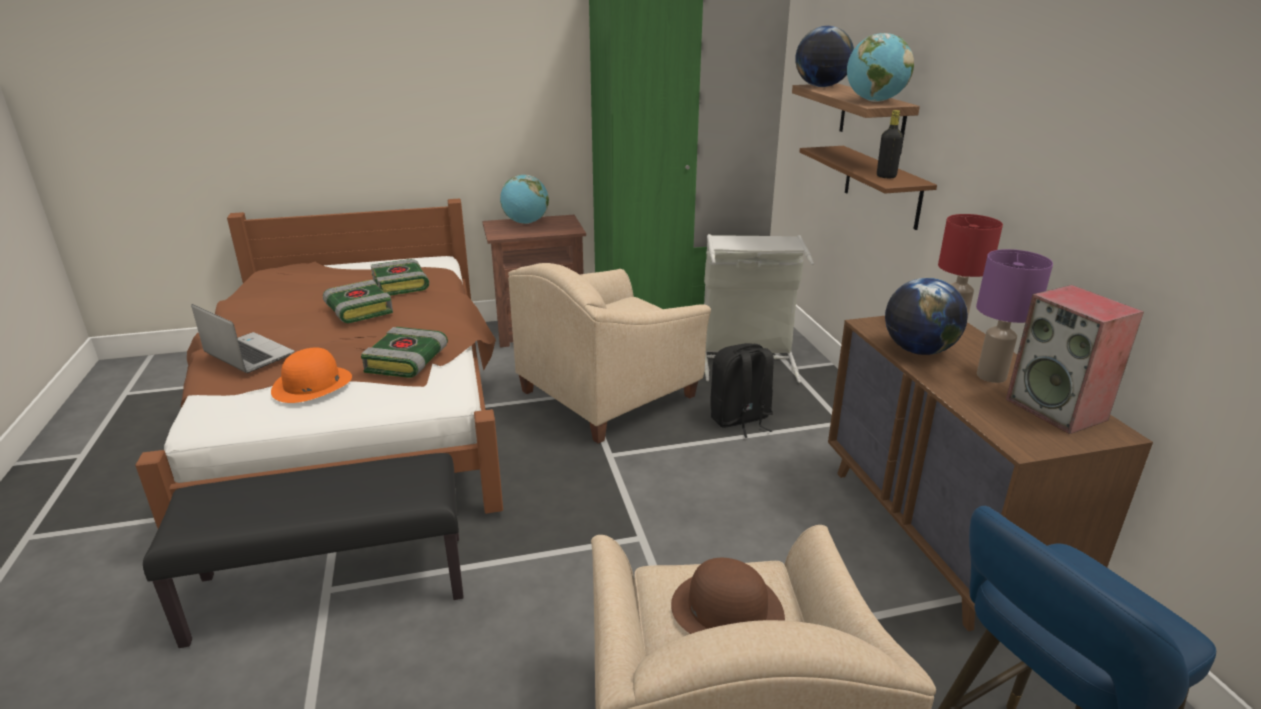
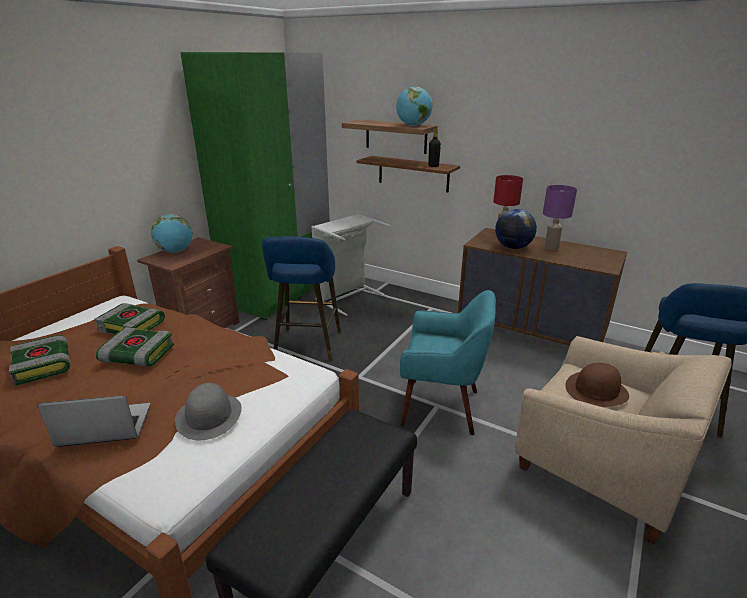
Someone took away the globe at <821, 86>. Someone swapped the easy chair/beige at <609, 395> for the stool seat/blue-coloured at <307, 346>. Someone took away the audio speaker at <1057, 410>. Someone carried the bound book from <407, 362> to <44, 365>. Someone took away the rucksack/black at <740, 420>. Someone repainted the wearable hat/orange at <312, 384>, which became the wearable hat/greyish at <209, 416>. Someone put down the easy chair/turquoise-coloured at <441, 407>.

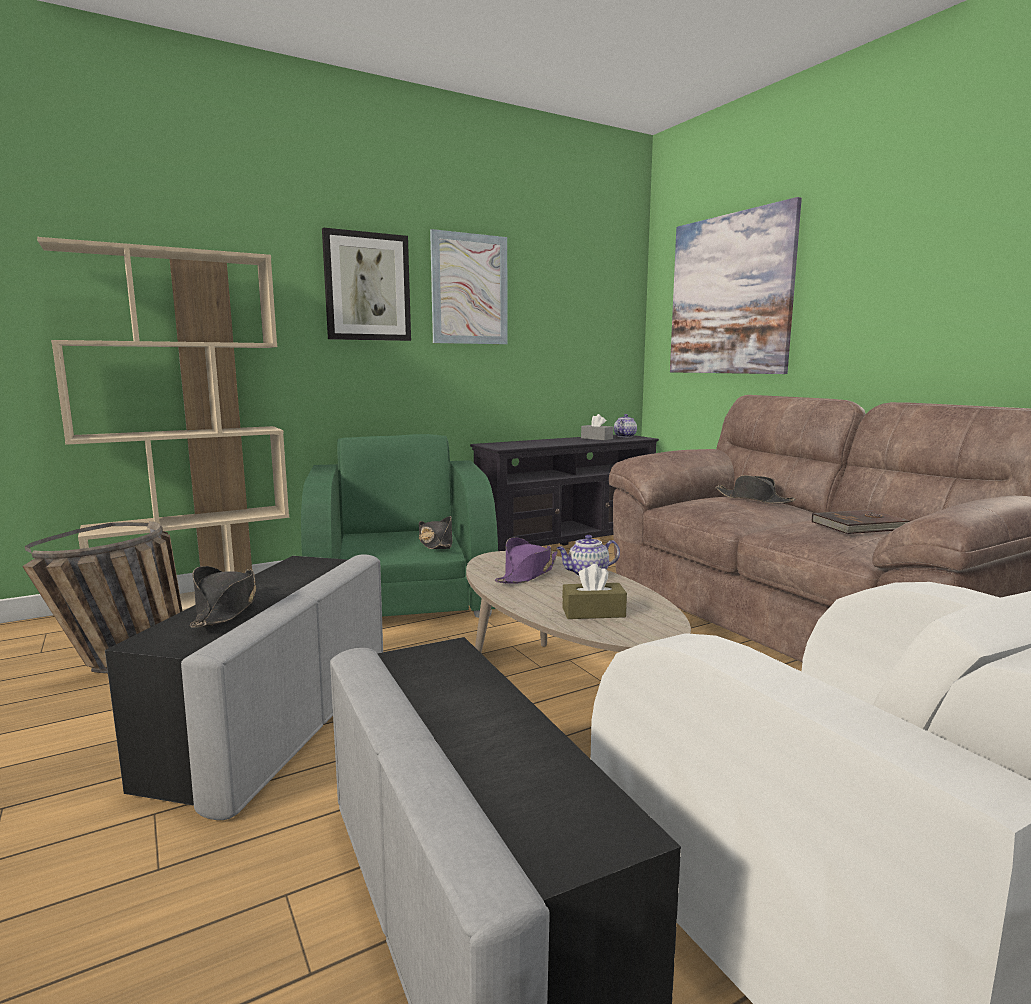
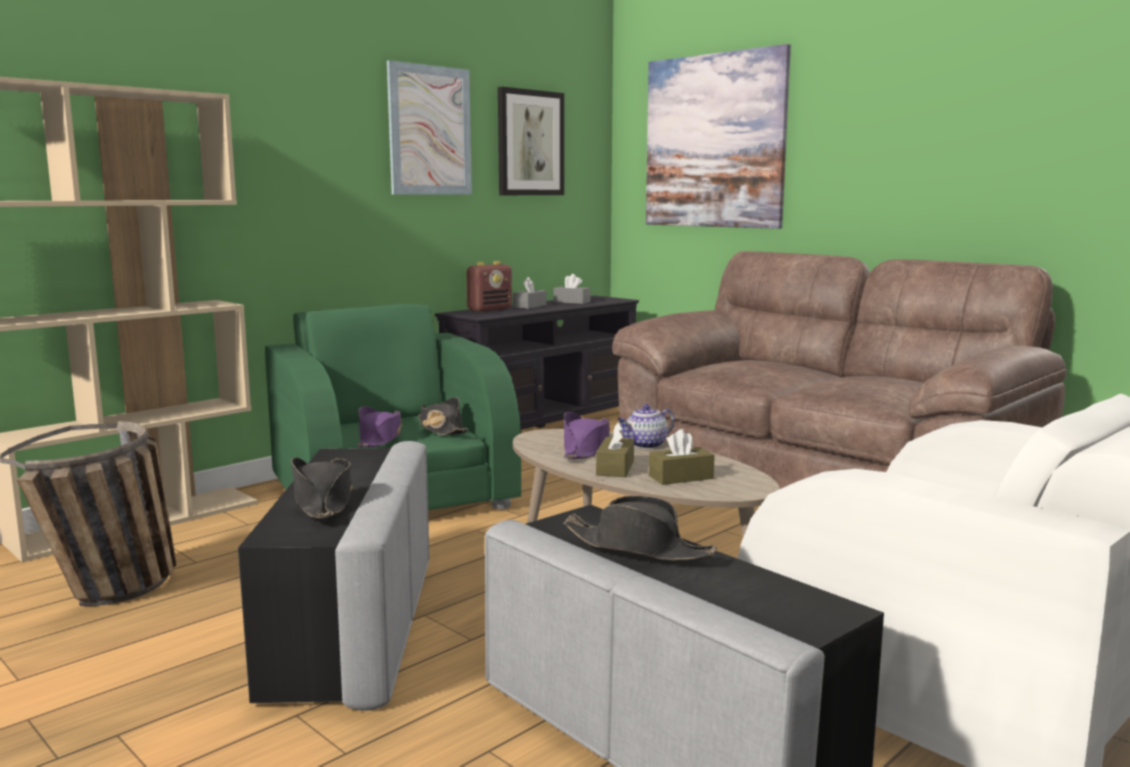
Someone carried the wall picture from <367, 287> to <530, 143>. Someone took away the teapot at <625, 436>. Someone carried the wearable hat/black from <754, 499> to <638, 547>. Someone took away the bound book/brown at <861, 526>. Someone put down the radio set at <490, 310>. Someone put down the box of tissues/greyish at <529, 306>. Someone put down the wearable hat/purple at <380, 438>. Someone put down the box of tissues/brown at <615, 468>.

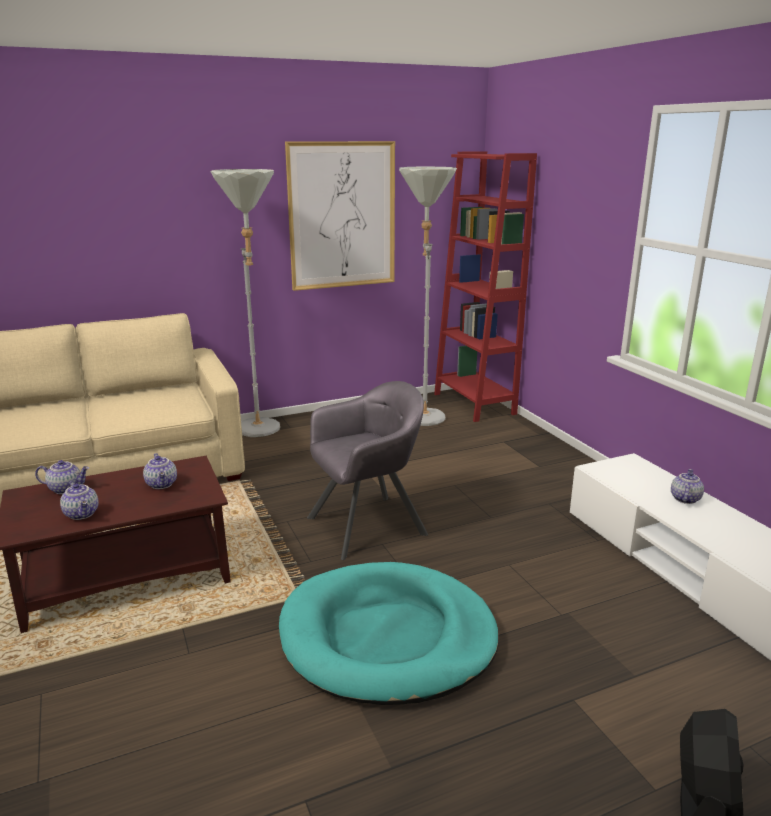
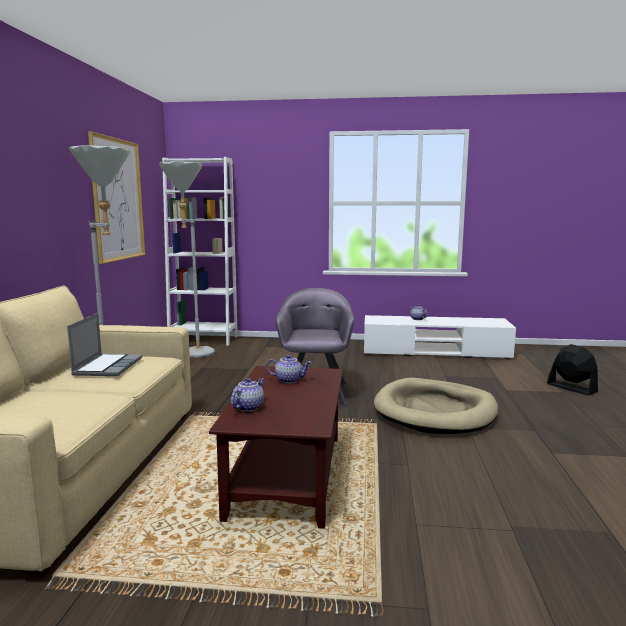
Someone repainted the bookshelf/reddish at <474, 404>, which became the bookshelf/white-coloured at <203, 340>. Someone took away the teapot at <82, 514>. Someone repainted the dog bed/turquoise-coloured at <388, 637>, which became the dog bed/beige at <435, 411>. Someone put down the laptop at <107, 366>.

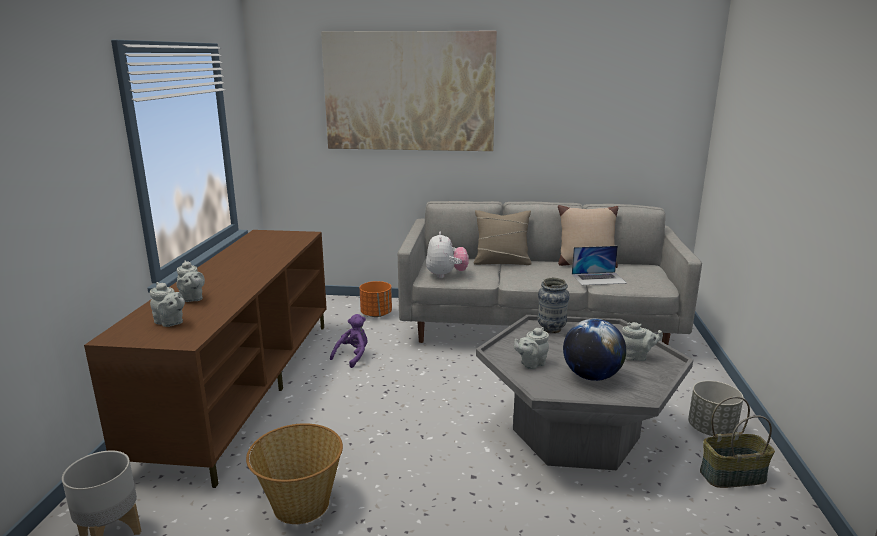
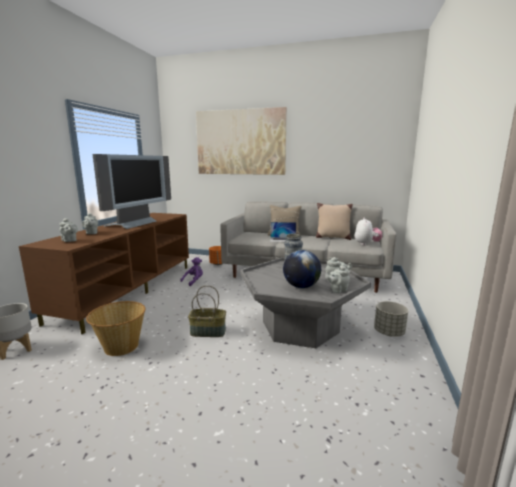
Someone carried the plush toy from <446, 275> to <366, 244>. Someone carried the laptop from <598, 278> to <283, 239>. Someone carried the teapot/greyish from <531, 364> to <337, 290>. Someone carried the basket from <732, 475> to <208, 332>. Someone put down the TV set at <134, 224>.

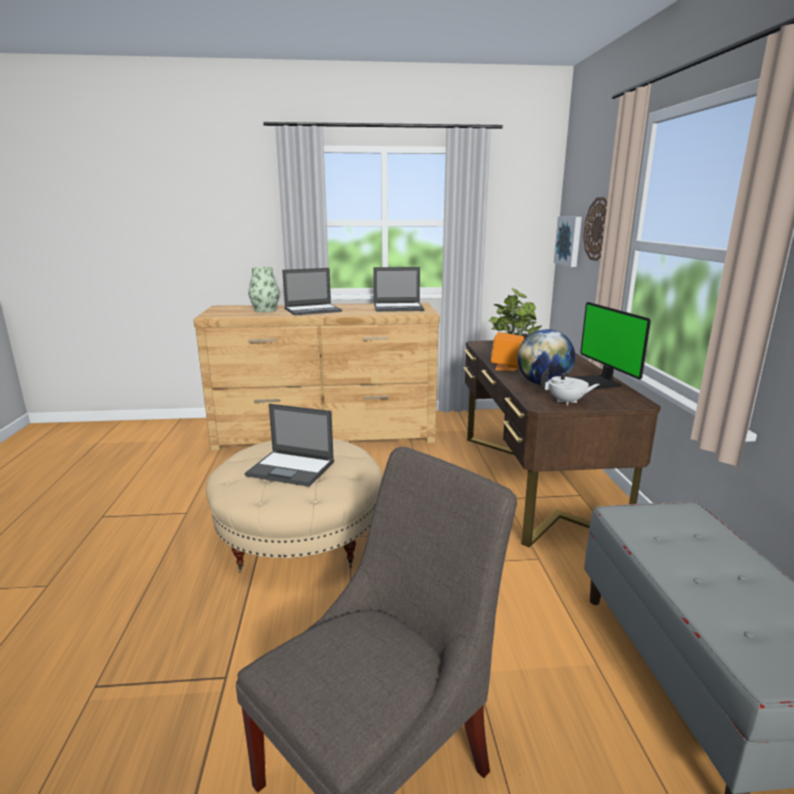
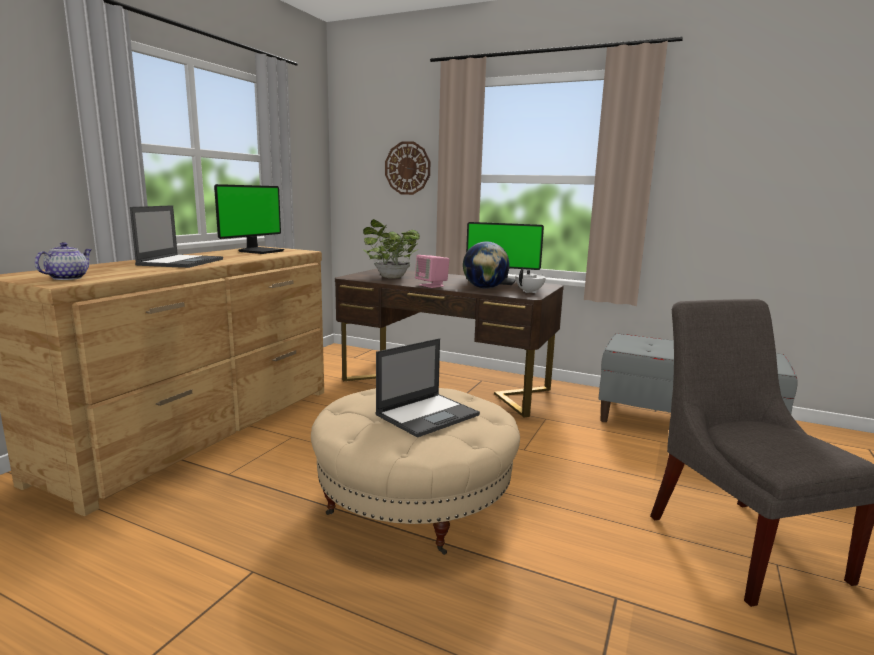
Someone took away the wall picture at <569, 241>. Someone took away the flower vase at <265, 310>. Someone swapped the laptop at <399, 307> for the computer screen at <260, 251>. Someone repainted the audio speaker/orange at <506, 368>, which became the audio speaker/pink at <432, 285>. Someone put down the teapot at <68, 278>.

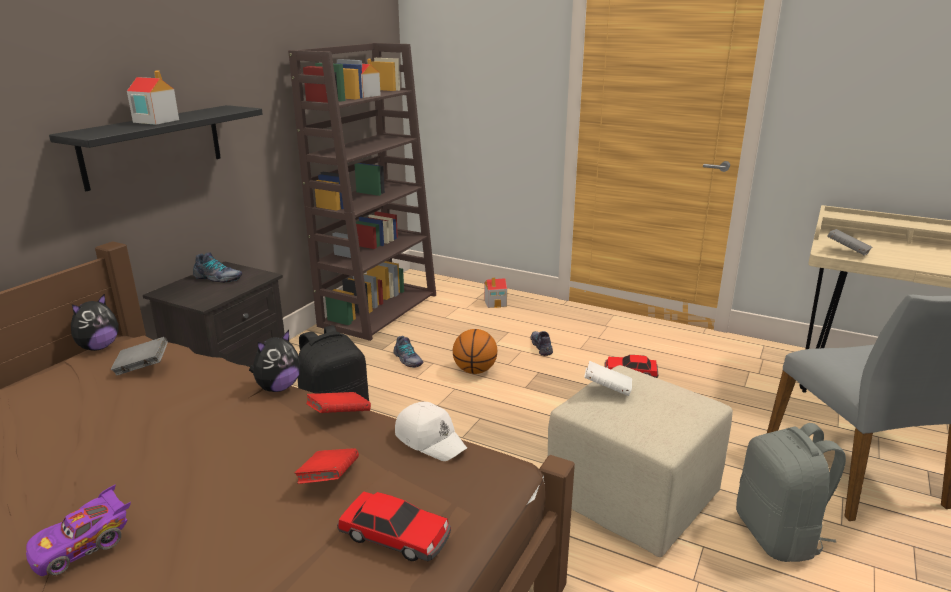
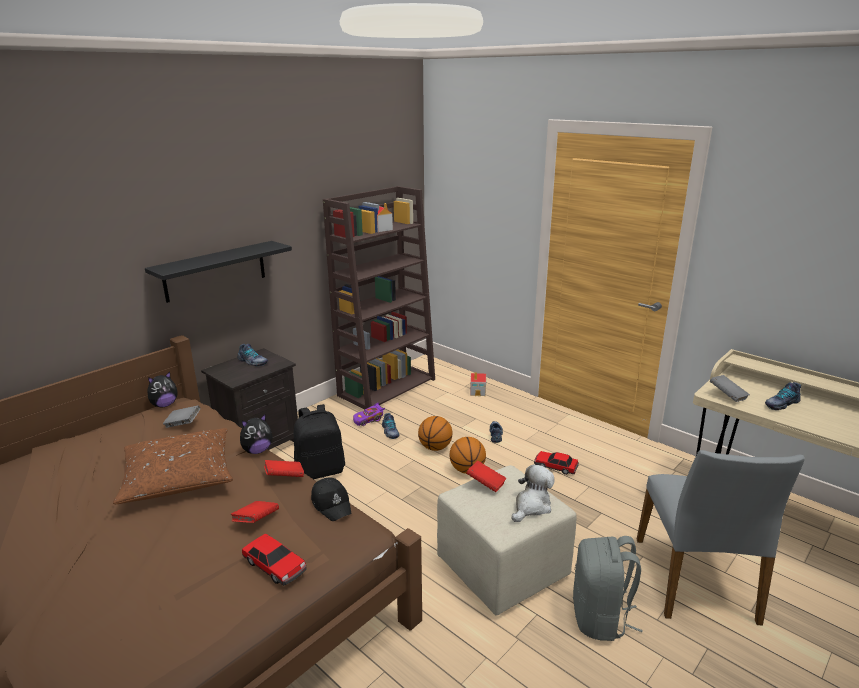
Someone took away the toy house at <155, 121>. Someone repainted the bound book/white-coloured at <607, 389>, which became the bound book/reddish at <486, 484>. Someone repainted the baseball cap/white-coloured at <430, 439>, which became the baseball cap/black at <332, 504>. Someone carried the model car/purple from <83, 546> to <368, 420>. Someone put down the shoe at <781, 404>. Someone put down the pillow/brown at <178, 476>. Someone put down the ball for basketball at <467, 470>. Someone put down the plush toy at <531, 506>.

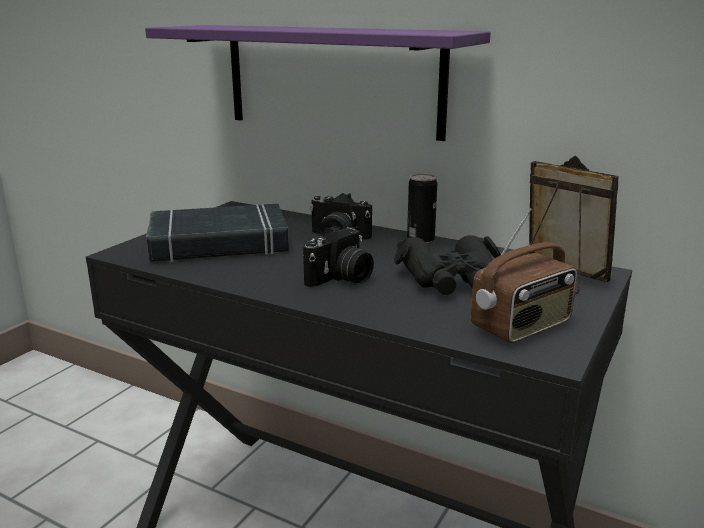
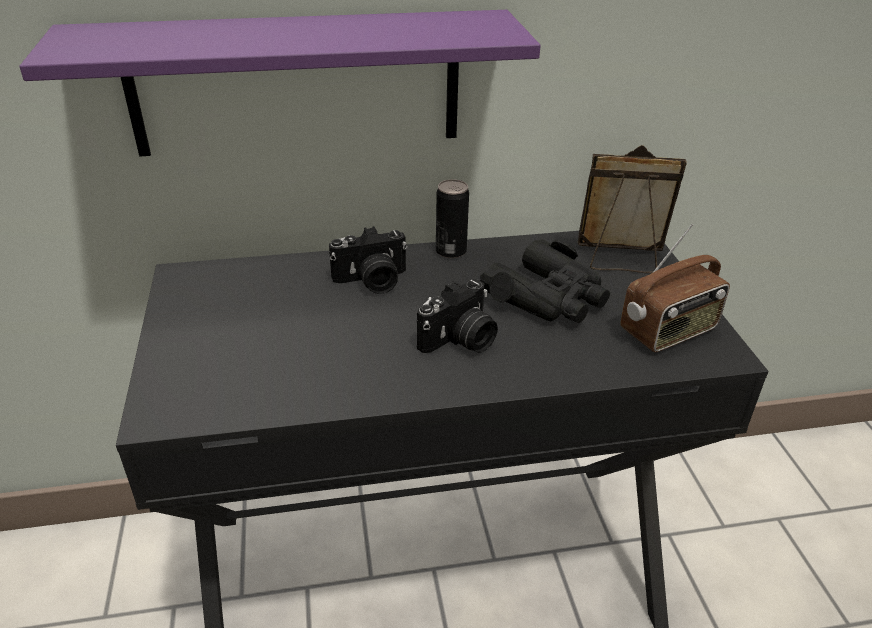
Someone took away the bound book/black at <219, 243>. Someone rotated the radio set at <522, 327> by 45 degrees clockwise. Someone rotated the still camera at <341, 279> by 45 degrees clockwise.

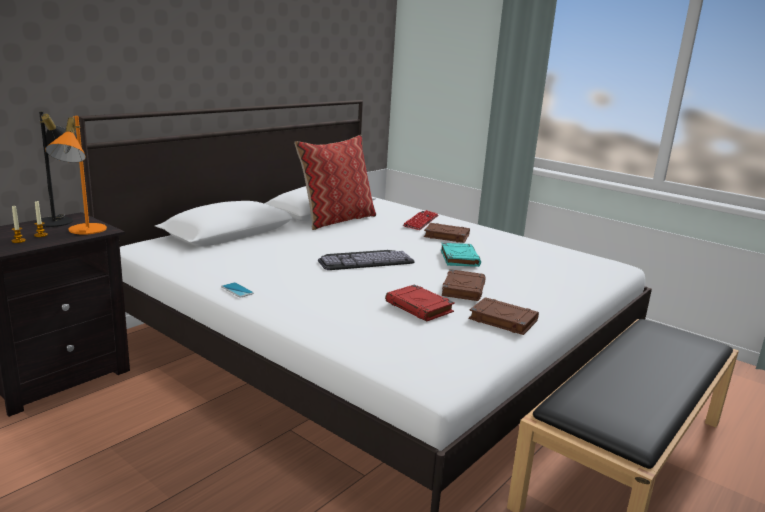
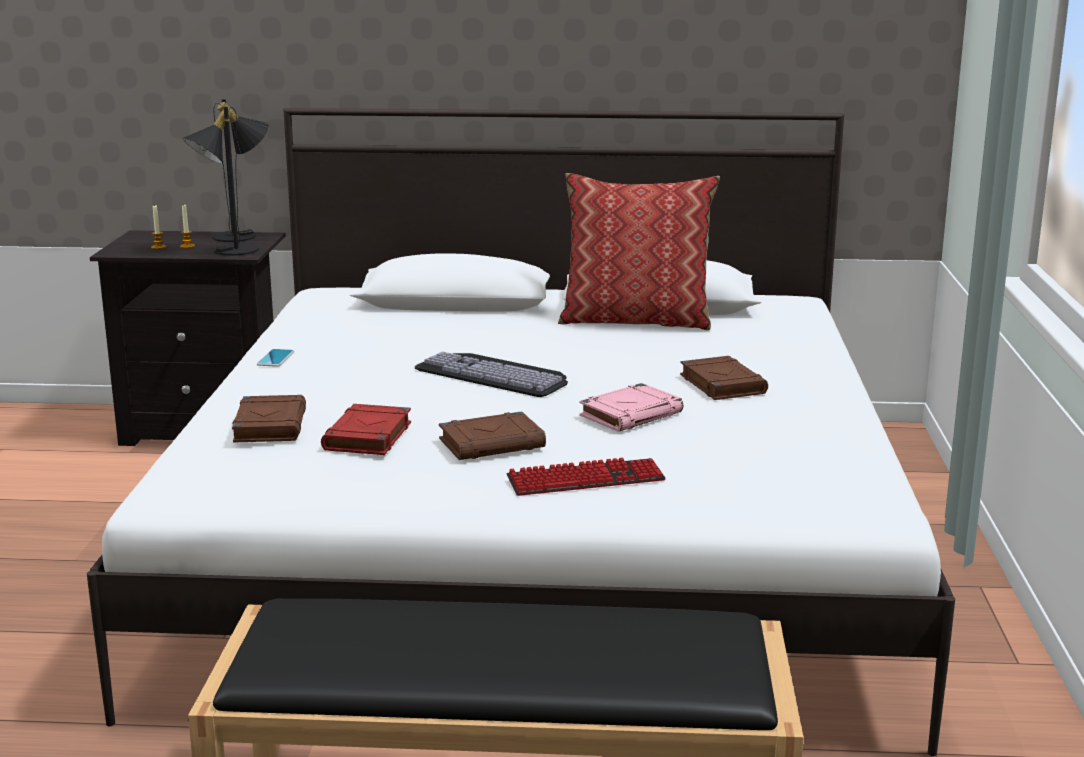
Someone repainted the lamp for a table/orange at <82, 231>, which became the lamp for a table/black at <226, 250>. Someone carried the PC keyboard from <421, 221> to <586, 480>. Someone repainted the bound book/turquoise-coloured at <459, 258>, which became the bound book/pink at <631, 414>. Someone carried the bound book/brown from <502, 320> to <269, 425>.

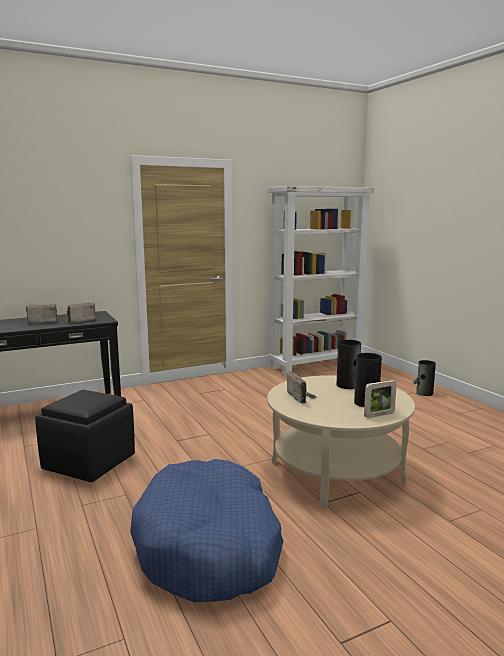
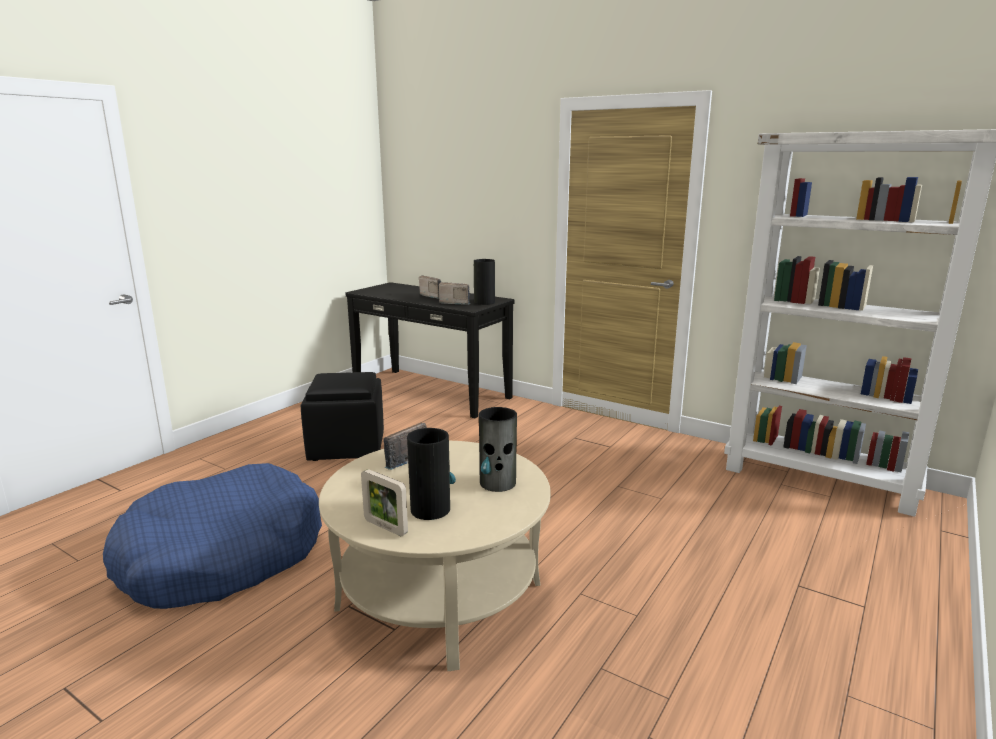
Someone carried the flower vase from <424, 393> to <484, 302>.

